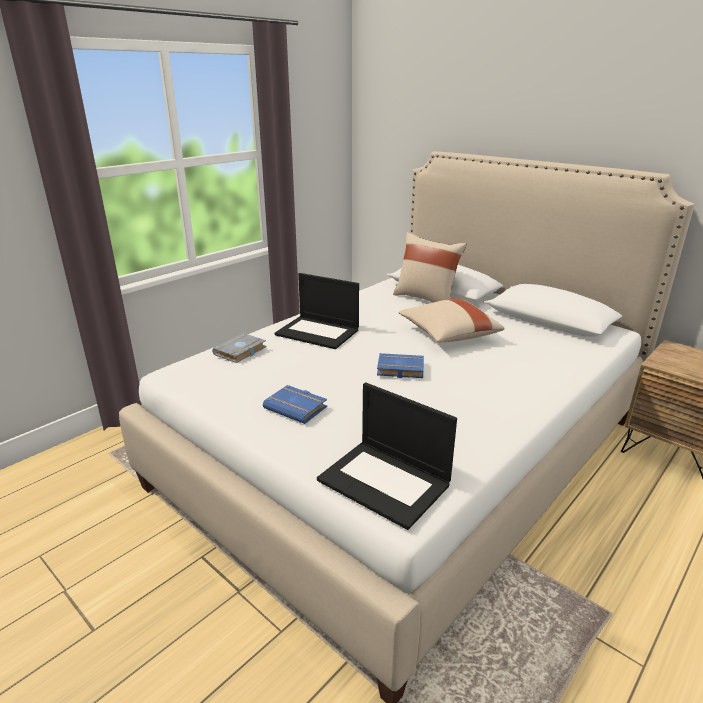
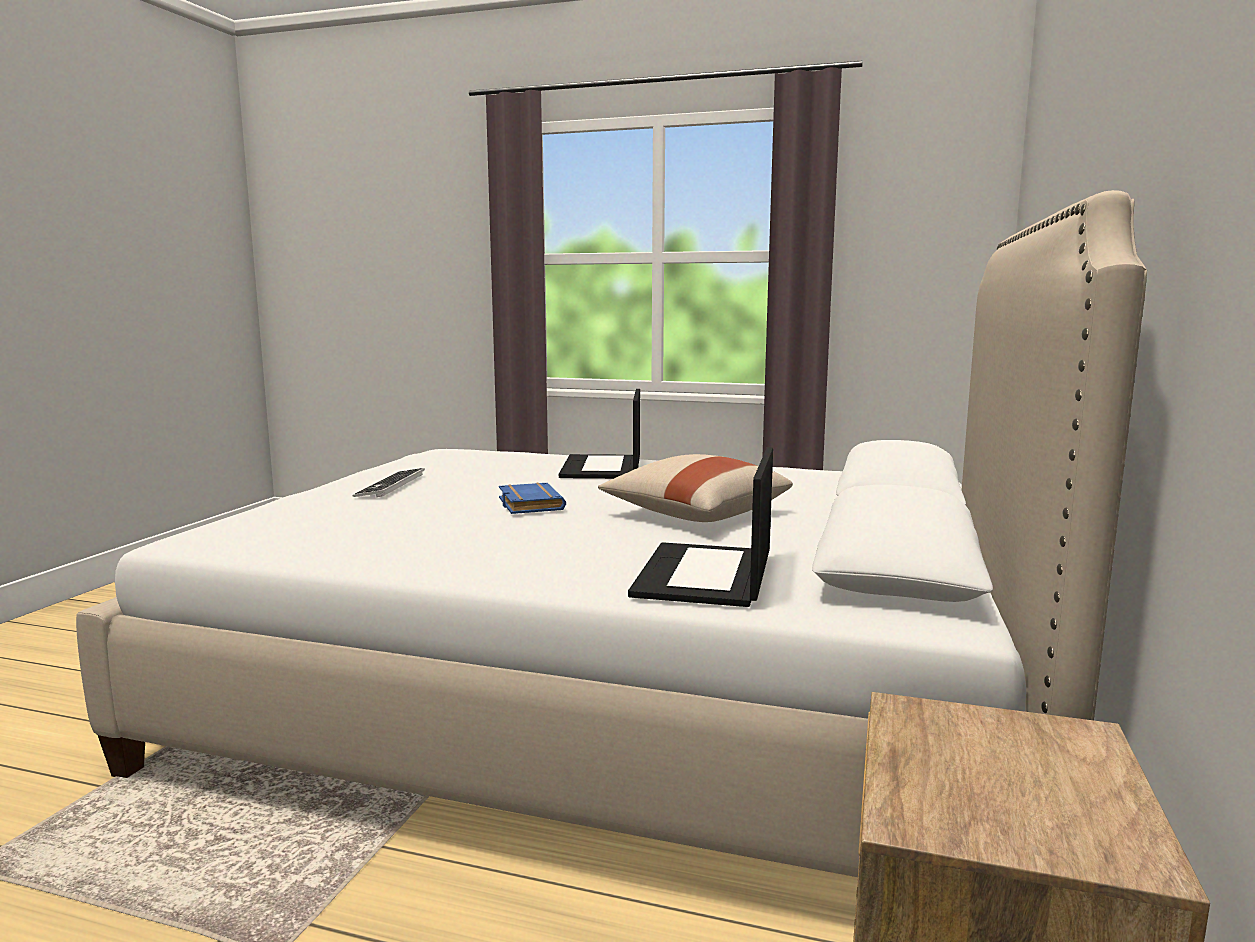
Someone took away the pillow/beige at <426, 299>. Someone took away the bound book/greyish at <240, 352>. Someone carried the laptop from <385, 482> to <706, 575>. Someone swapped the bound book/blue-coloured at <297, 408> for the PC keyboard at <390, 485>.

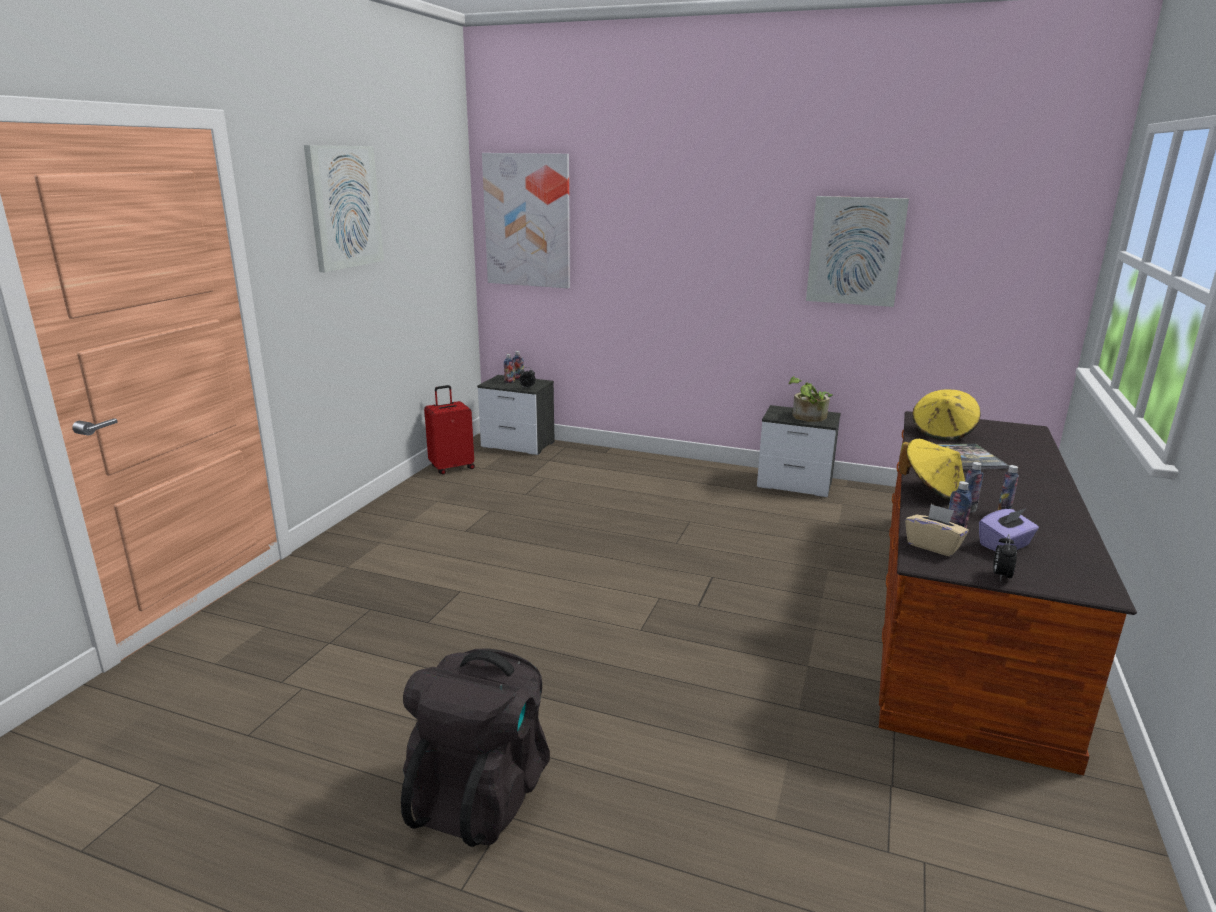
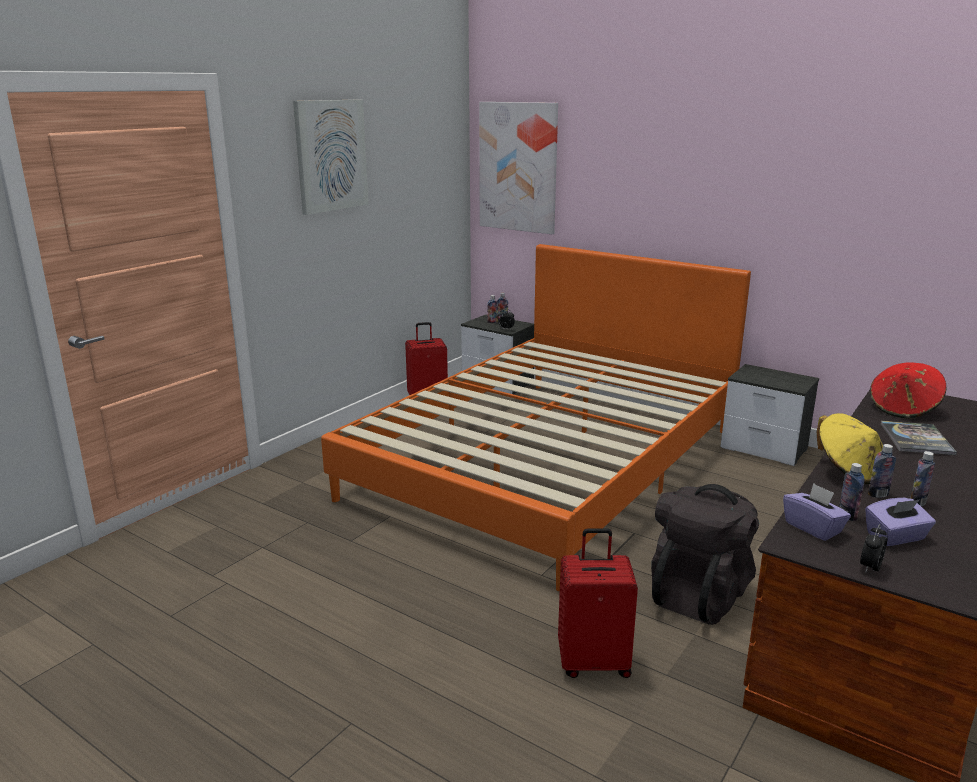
Someone took away the wall picture at <855, 251>. Someone took away the potted plant at <807, 418>. Someone repainted the wearable hat/yellowish at <943, 432>, which became the wearable hat/reddish at <904, 409>. Someone repainted the box of tissues/beige at <933, 546>, which became the box of tissues/purple at <813, 528>. Someone carried the rucksack/black from <481, 793> to <699, 594>. Someone put down the bed/orange at <548, 462>. Someone put down the travel case/reddish at <593, 662>.

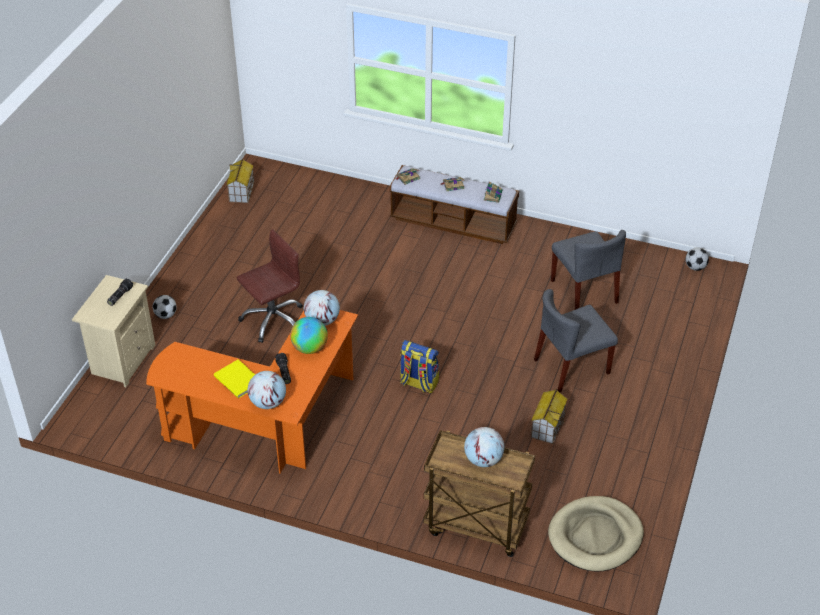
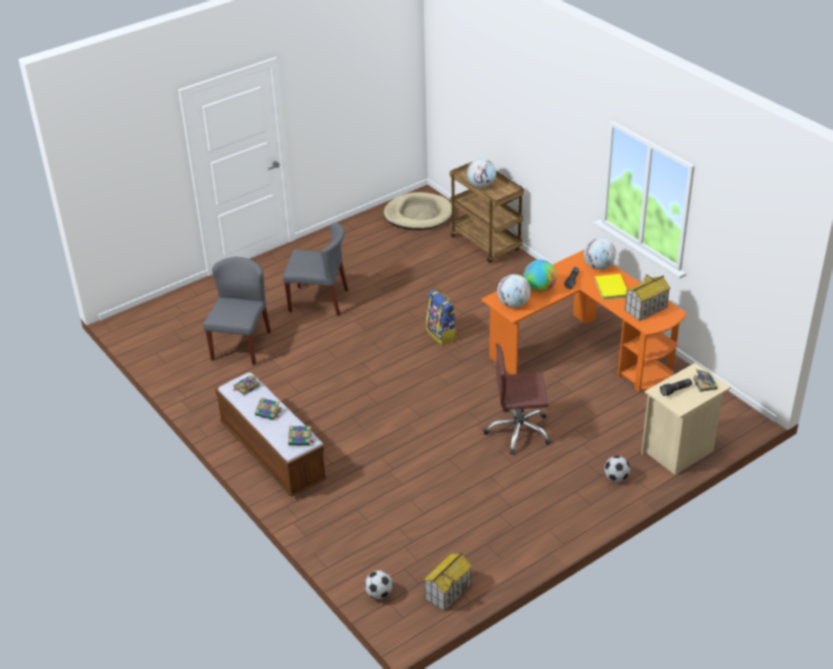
Someone carried the ball for football from <695, 267> to <379, 594>. Someone carried the toy house from <547, 426> to <645, 309>. Someone put down the bound book at <704, 383>.

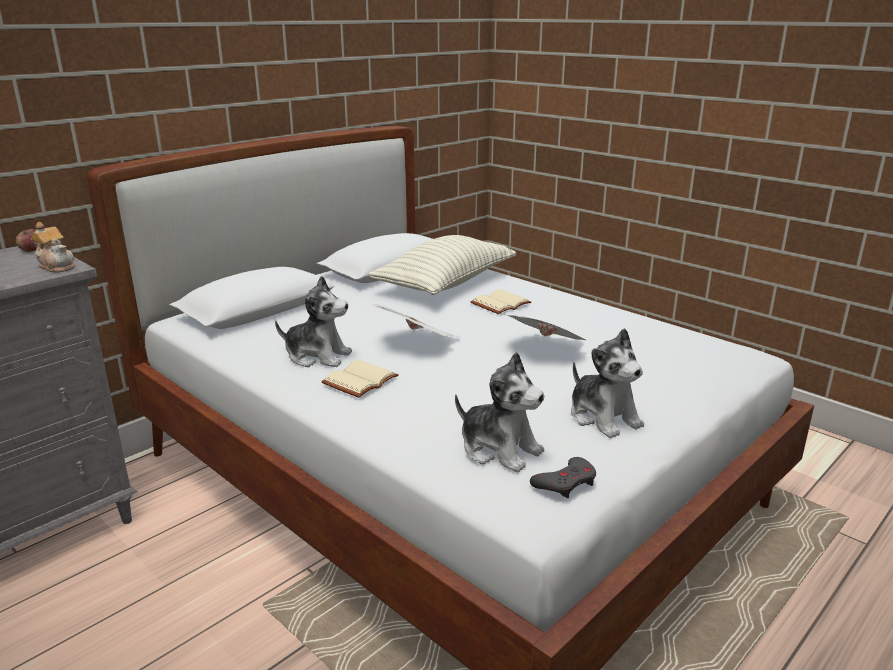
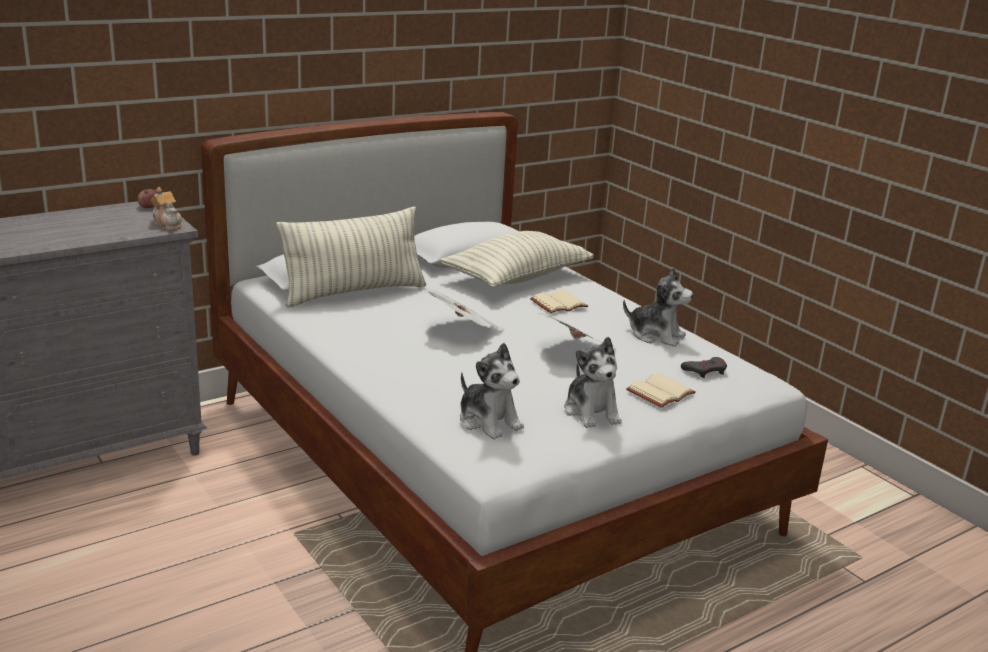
Someone carried the plush toy from <317, 356> to <656, 335>. Someone carried the bound book/beige from <361, 382> to <661, 393>. Someone carried the gamepad/greyish from <565, 483> to <705, 371>. Someone put down the pillow at <354, 292>.

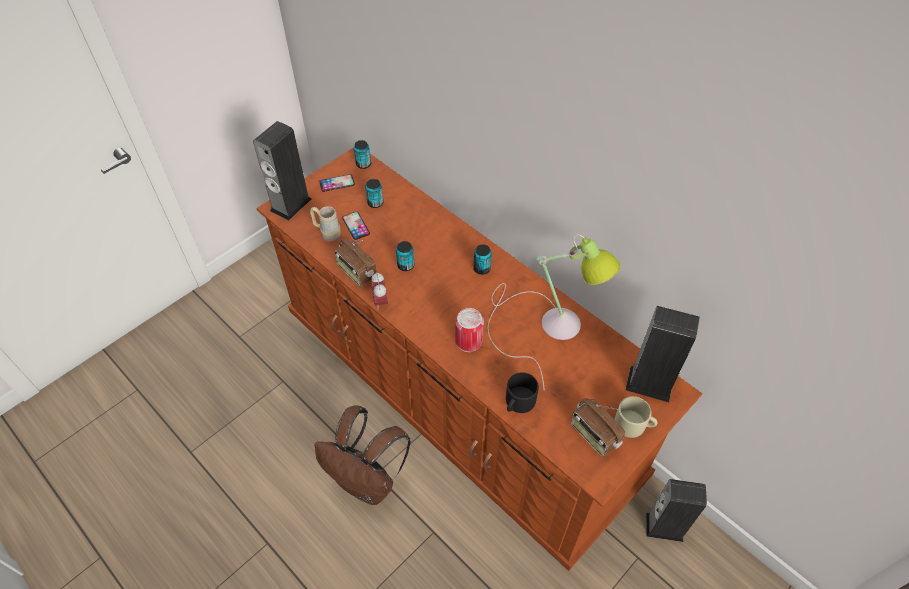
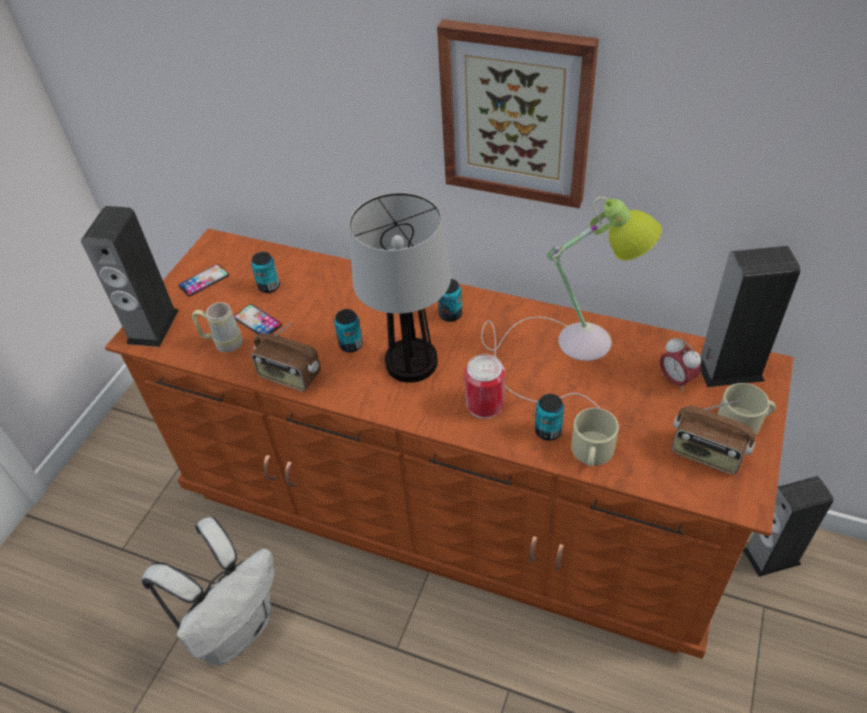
Someone carried the can from <363, 164> to <548, 431>. Someone carried the table clock from <380, 301> to <675, 380>. Someone repainted the coffee mug/black at <518, 402>, which became the coffee mug/beige at <591, 453>. Someone took away the rucksack/brown at <368, 482>. Someone put up the wall picture at <516, 114>. Someone put down the lamp for a table at <411, 361>. Someone put down the rucksack/white-coloured at <235, 627>.

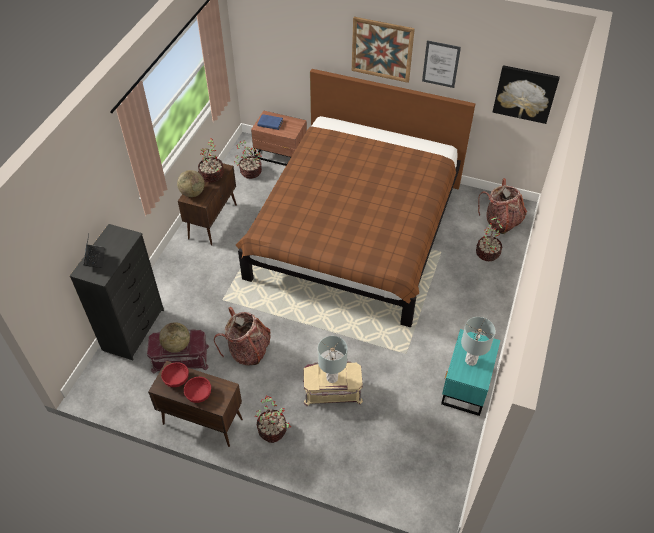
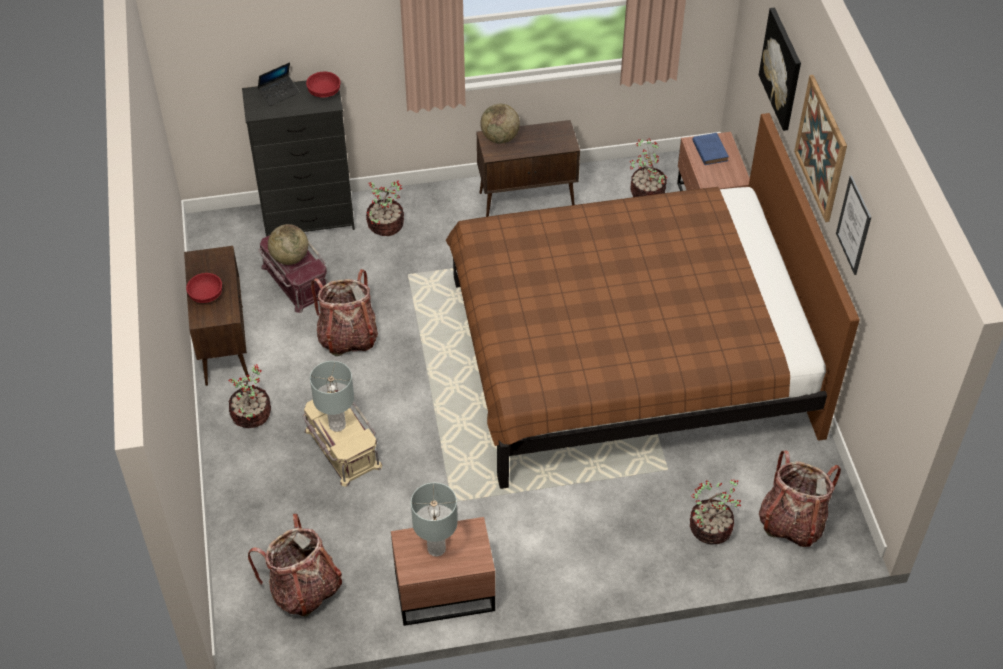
Someone carried the wall picture from <525, 93> to <782, 68>. Someone carried the potted plant from <212, 175> to <385, 226>. Someone repainted the nightstand/turquoise-coloured at <465, 385>, which became the nightstand/brown at <443, 590>. Someone carried the deep dish/reddish from <177, 379> to <324, 92>. Someone put down the rucksack at <304, 589>.

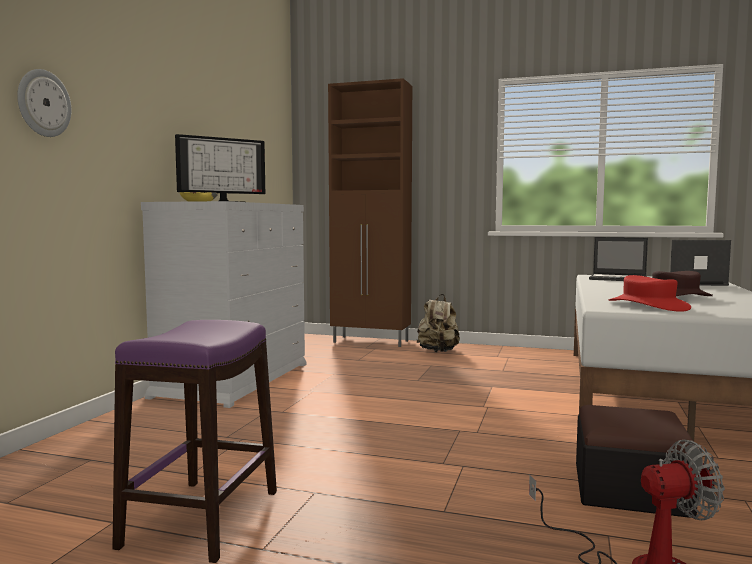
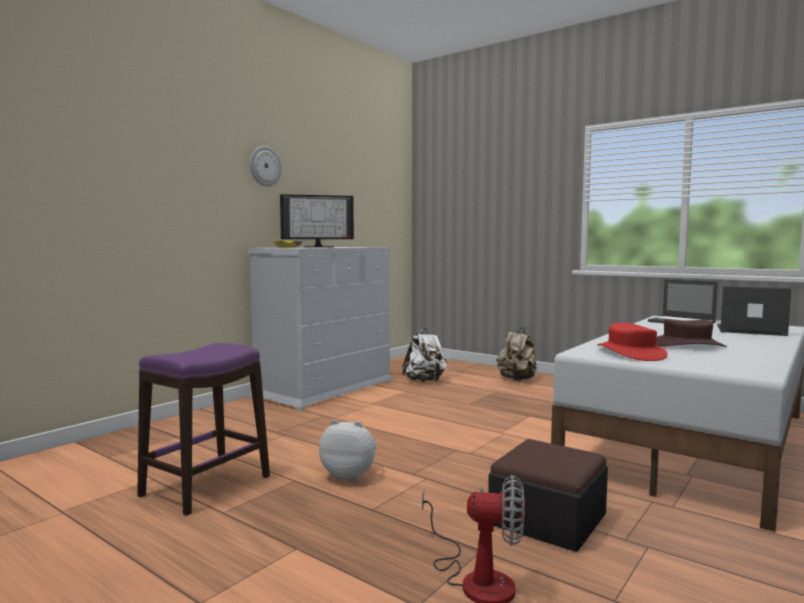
Someone carried the wall clock from <43, 103> to <265, 166>. Someone took away the storage cabinet/brown at <371, 342>. Someone put down the rucksack/white-coloured at <425, 381>. Someone put down the plush toy at <350, 475>.

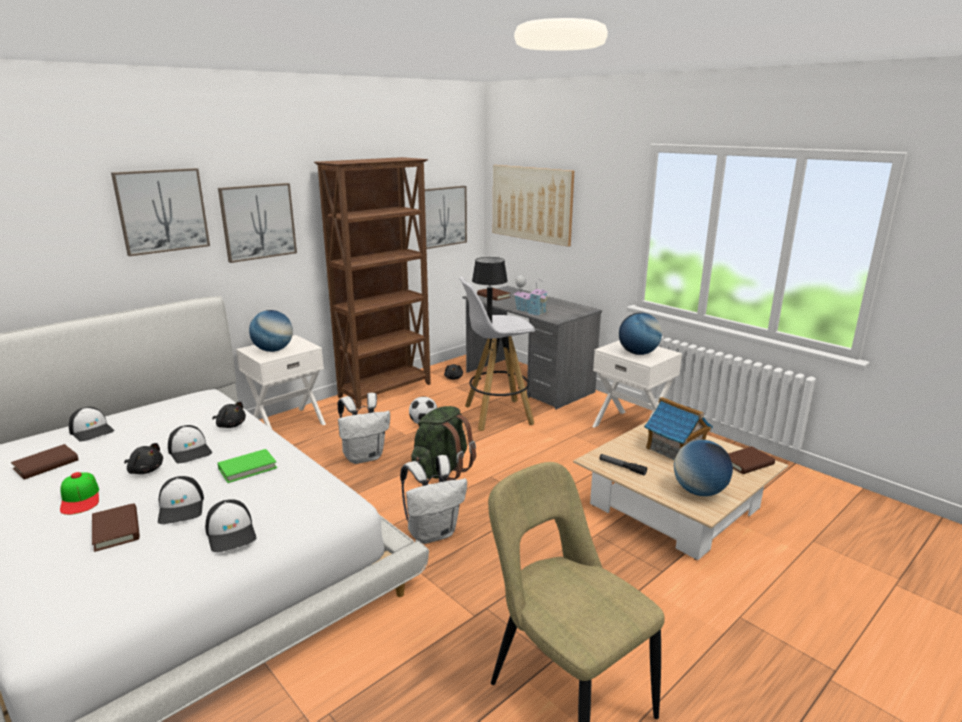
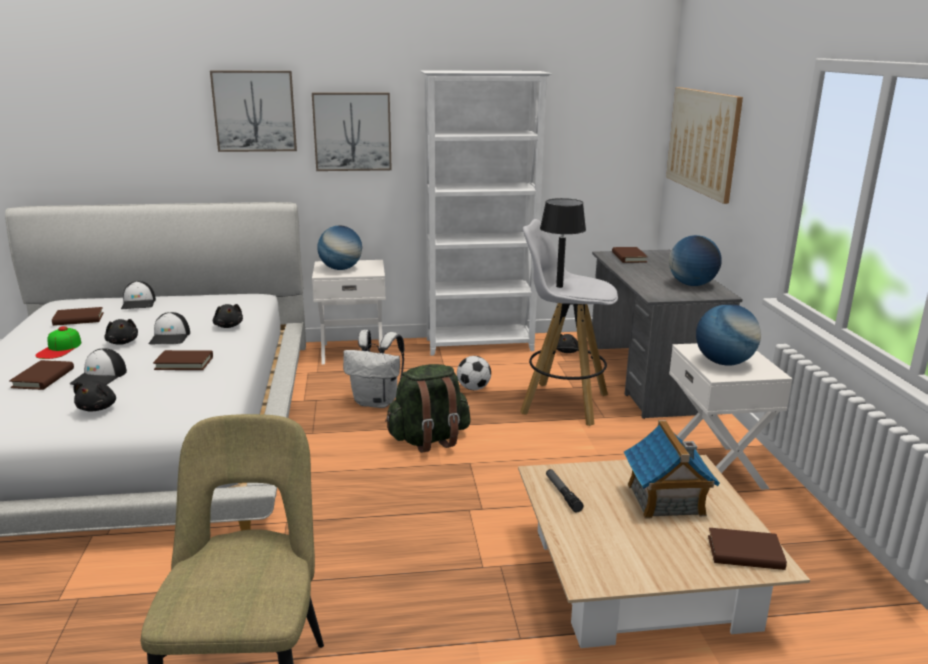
Someone repainted the bookshelf/brown at <386, 390>, which became the bookshelf/white-coloured at <480, 345>. Someone took away the wall picture at <442, 216>. Someone took away the toy house at <531, 311>. Someone carried the globe from <699, 491> to <692, 284>. Someone repainted the bound book/greenish at <247, 468>, which became the bound book/brown at <184, 363>. Someone took away the rucksack/white-coloured at <433, 533>. Someone swapped the baseball cap at <231, 533> for the plush toy/black at <98, 408>.

